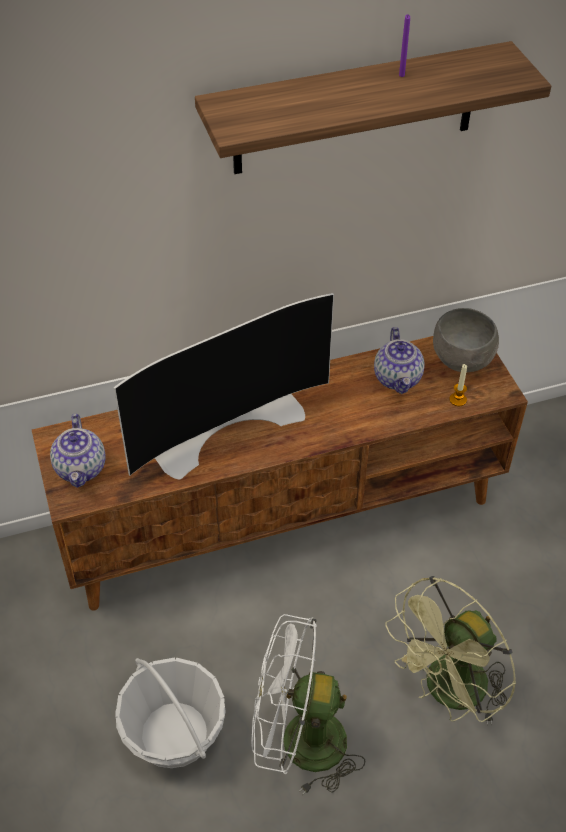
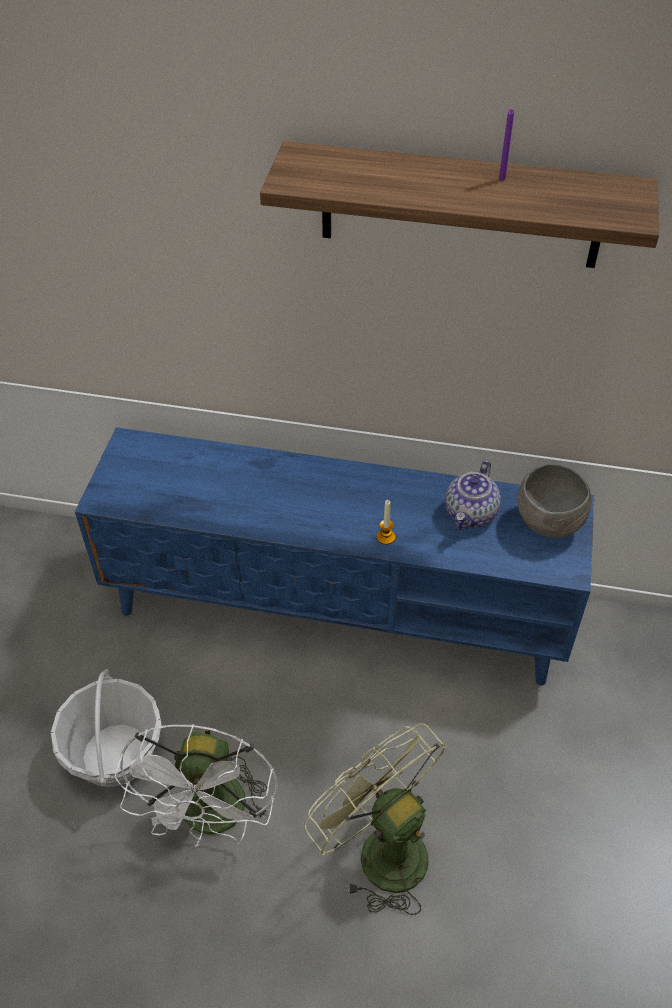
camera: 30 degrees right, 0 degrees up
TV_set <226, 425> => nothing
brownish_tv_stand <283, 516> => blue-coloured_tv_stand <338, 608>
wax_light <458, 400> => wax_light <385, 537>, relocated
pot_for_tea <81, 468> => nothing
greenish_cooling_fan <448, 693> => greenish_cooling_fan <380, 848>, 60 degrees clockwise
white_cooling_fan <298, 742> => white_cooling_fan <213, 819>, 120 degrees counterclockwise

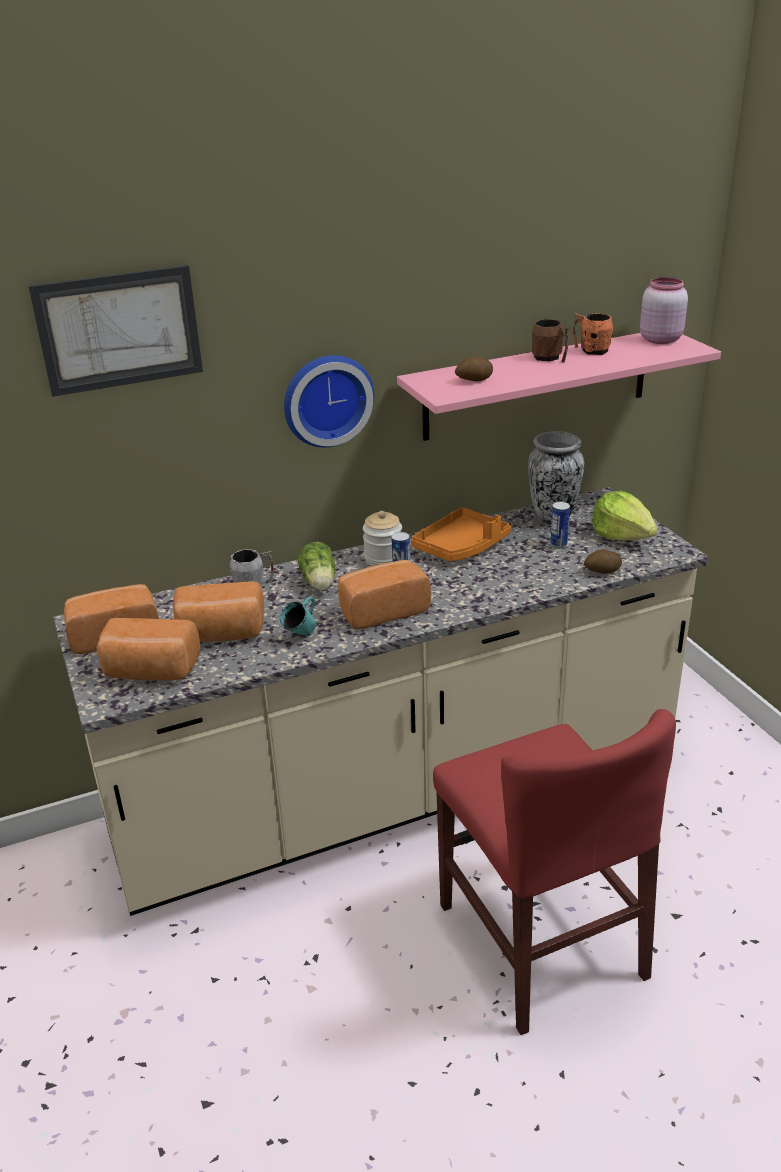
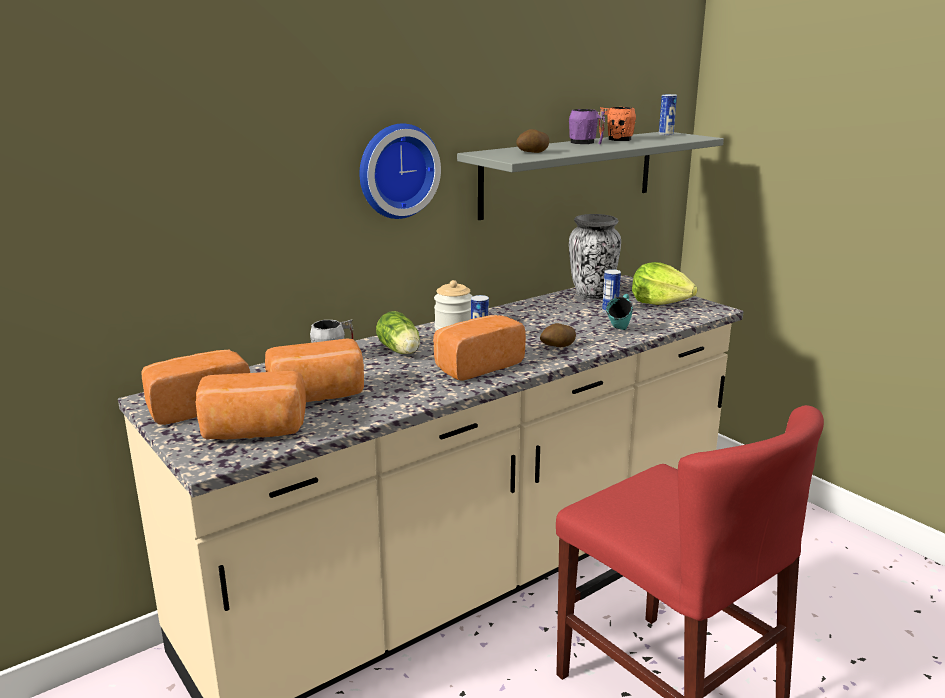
camera: 15 degrees left, 10 degrees down
wall_picture <119, 330> => nothing
pink_jar <659, 339> => sealed_can <666, 134>
brownish_coffee_mug <550, 358> => purple-coloured_coffee_mug <586, 143>
pink_bracket_shelf <537, 384> => gray_bracket_shelf <569, 173>
orangey_serving_tray <461, 546> => nothing
potato <602, 572> => potato <557, 346>, relocated
blue-green_coffee_mug <301, 637> => blue-green_coffee_mug <619, 331>, relocated

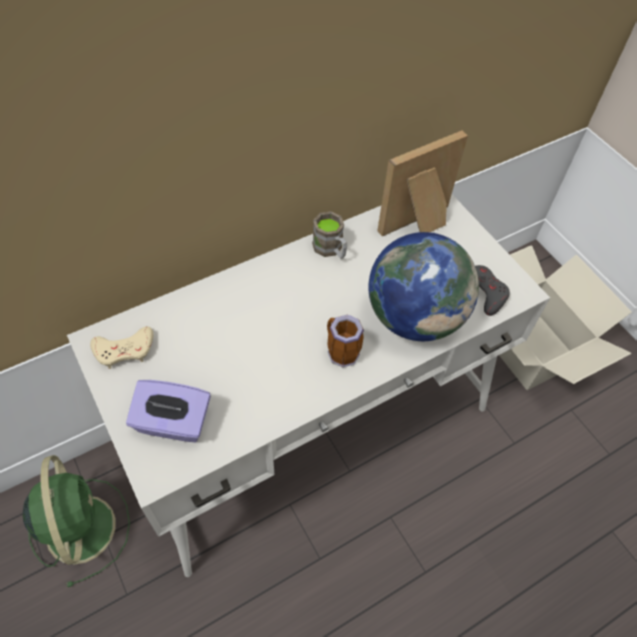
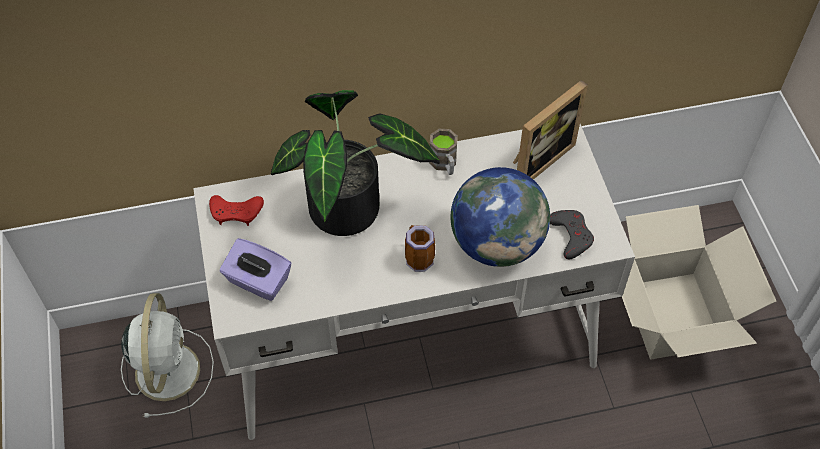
camera: 20 degrees right, 0 degrees up
photo_frame <419, 225> => photo_frame <538, 159>, 150 degrees clockwise
beige_gamepad <124, 350> => red-coloured_gamepad <236, 212>
greenish_cooling_fan <80, 526> => white_cooling_fan <168, 368>
nothing => potted_plant <352, 212>

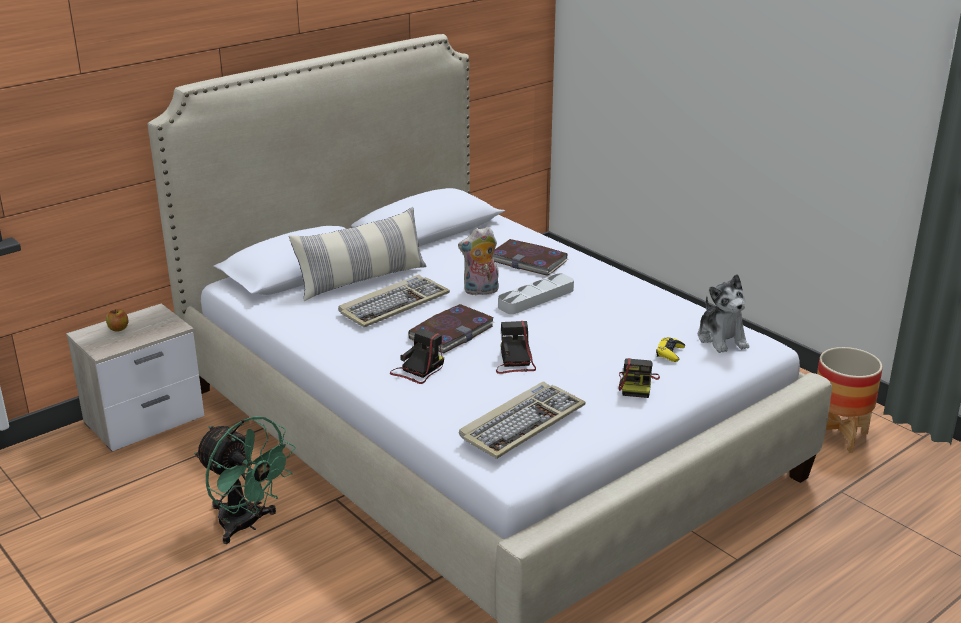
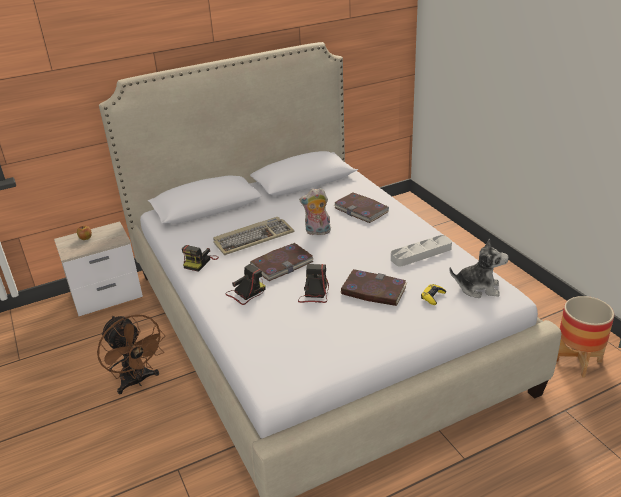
camera: 15 degrees right, 5 degrees up
throw_pillow <362, 280> => nothing
gray_serving_tray <536, 298> => gray_serving_tray <421, 254>, relocated
cuddly_toy <721, 338> => cuddly_toy <478, 288>, 75 degrees counterclockwise
still_camera <637, 385> => still_camera <200, 262>, relocated
PC_keyboard <522, 423> => nothing
greenish_cooling_fan <246, 525> => brownish_cooling_fan <137, 381>
nothing => book <373, 290>

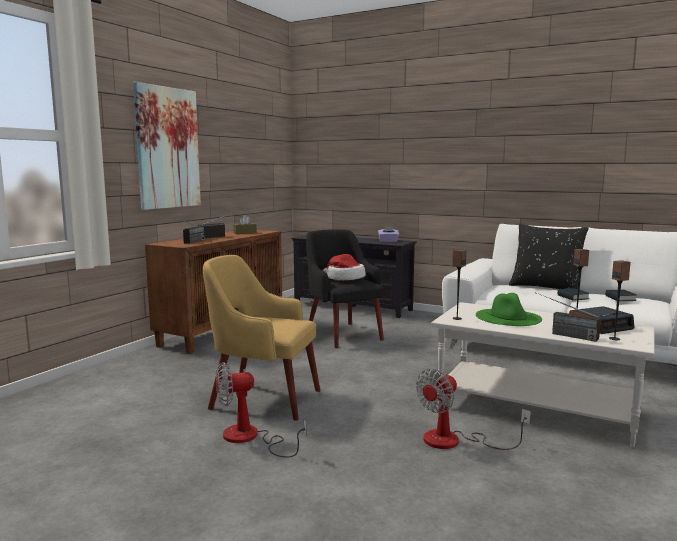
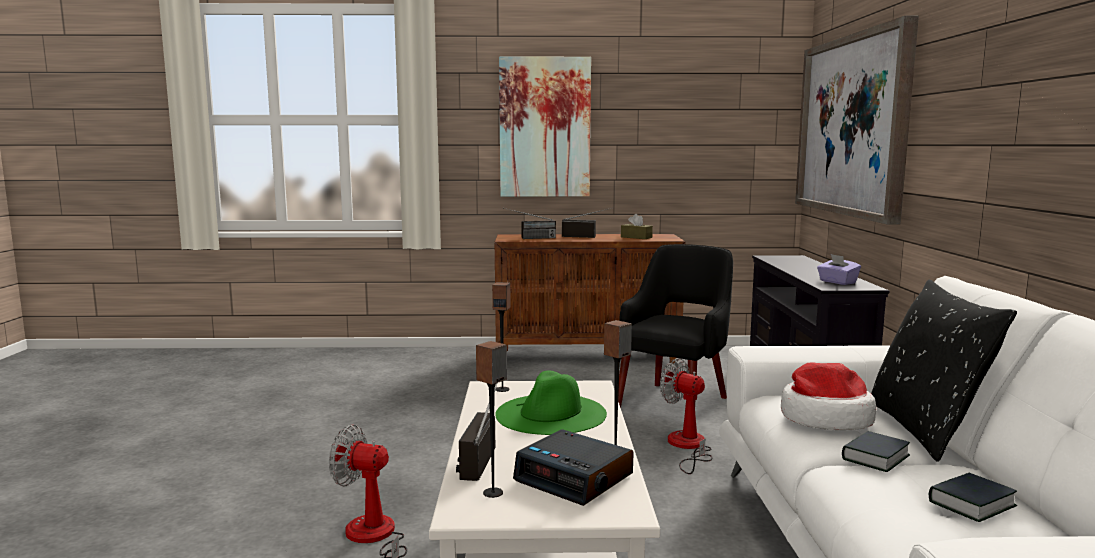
camera: 60 degrees right, 0 degrees up
clothing_hat <344, 278> => clothing_hat <824, 418>, relocated
yellow-coloured_armchair <262, 399> => nothing
cooling_fan <250, 438> => cooling_fan <687, 447>, relocated
nothing => wall_picture <852, 126>

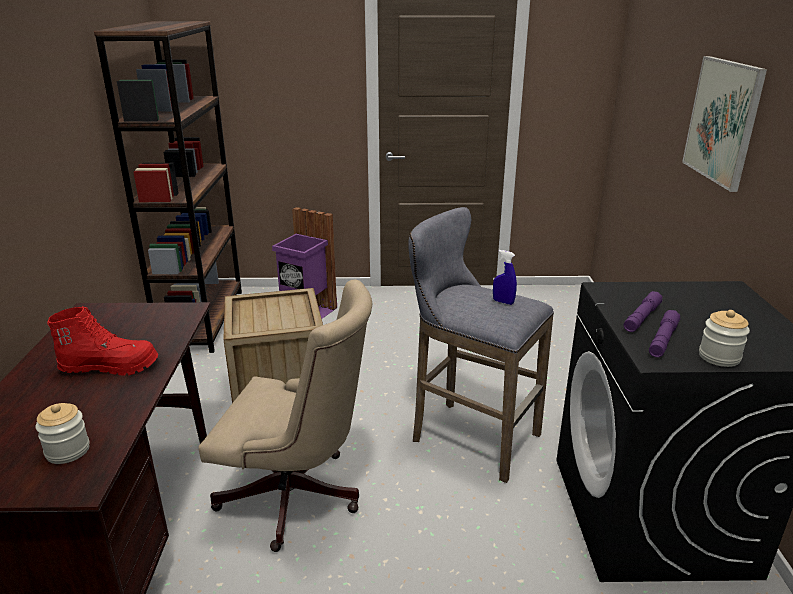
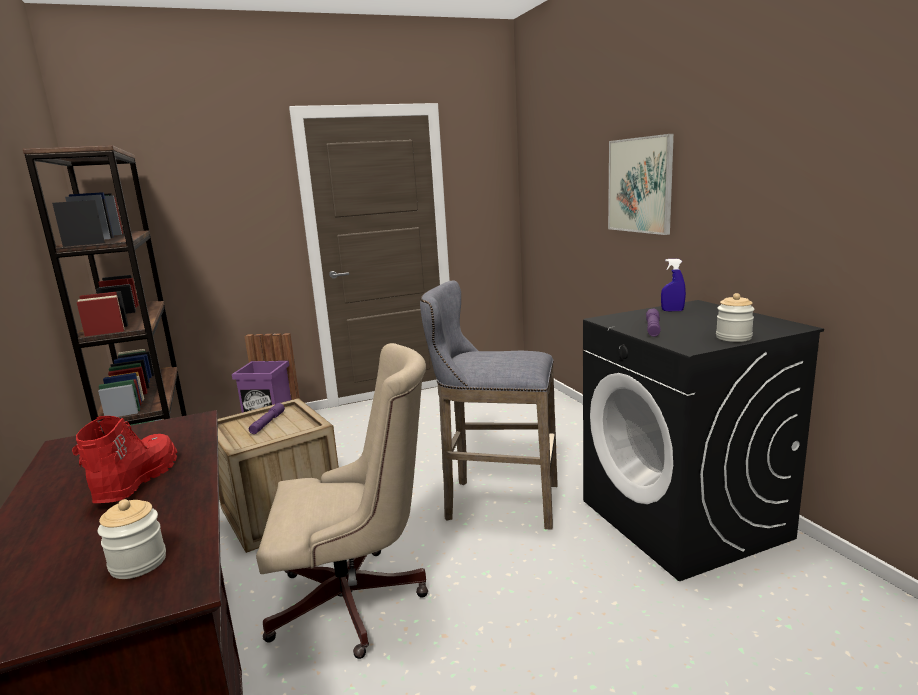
camera: 20 degrees left, 10 degrees down
blue-coloured_sprayer <503, 302> => blue-coloured_sprayer <672, 310>, relocated
red-coloured_tall_boot <110, 366> => red-coloured_tall_boot <136, 481>, 60 degrees counterclockwise
purple-coloured_hand_torch <663, 340> => purple-coloured_hand_torch <267, 423>, relocated

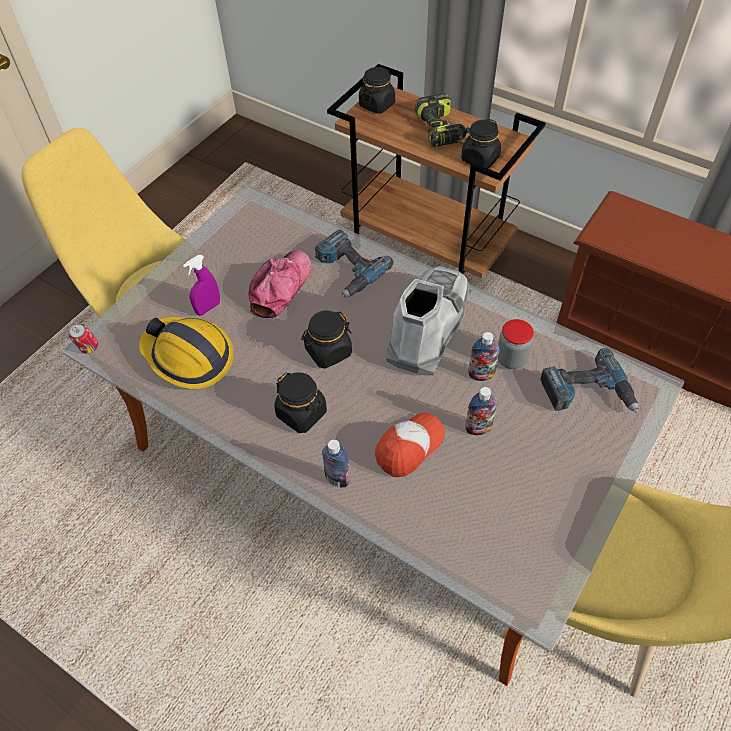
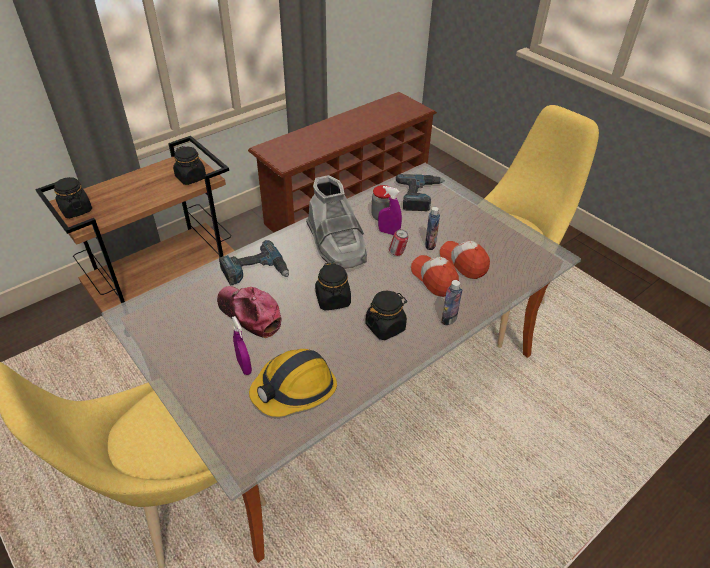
camera: 75 degrees left, 10 degrees down
drill <441, 130> => nothing
gray_tall_boot <428, 327> => gray_tall_boot <336, 244>, 150 degrees counterclockwise
sealed_can <89, 349> => sealed_can <397, 253>, relocated
drink_bottle <481, 375> => purple-coloured_sprayer <388, 232>
nothing => cap <464, 262>

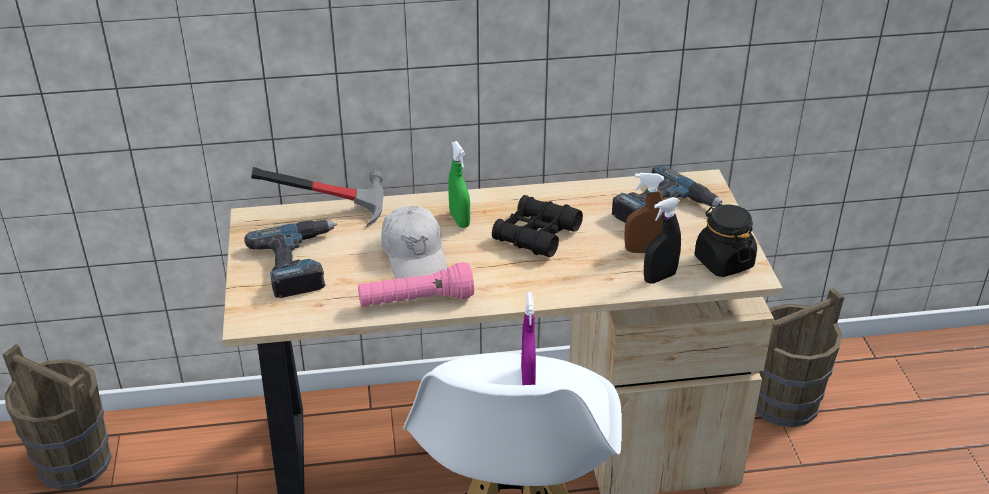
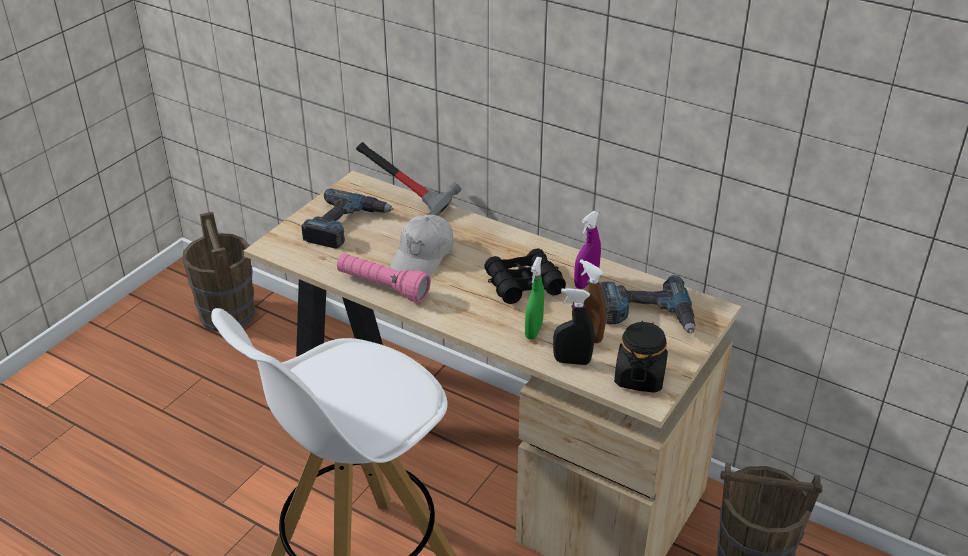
camera: 40 degrees right, 0 degrees up
greenish_sprayer <459, 220> => greenish_sprayer <533, 331>, relocated
purple-coloured_sprayer <528, 378> => purple-coloured_sprayer <586, 282>, relocated

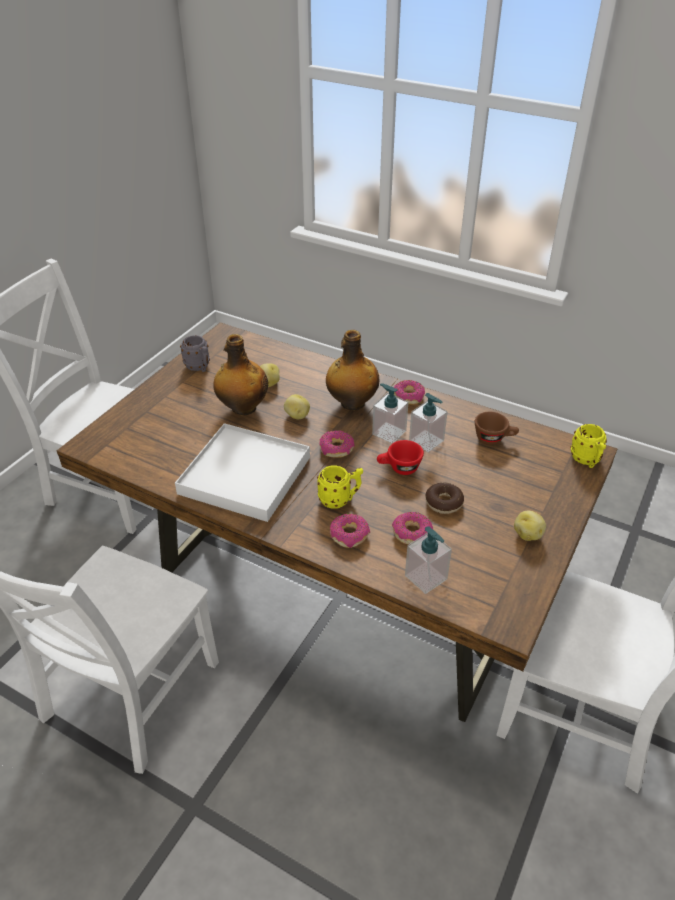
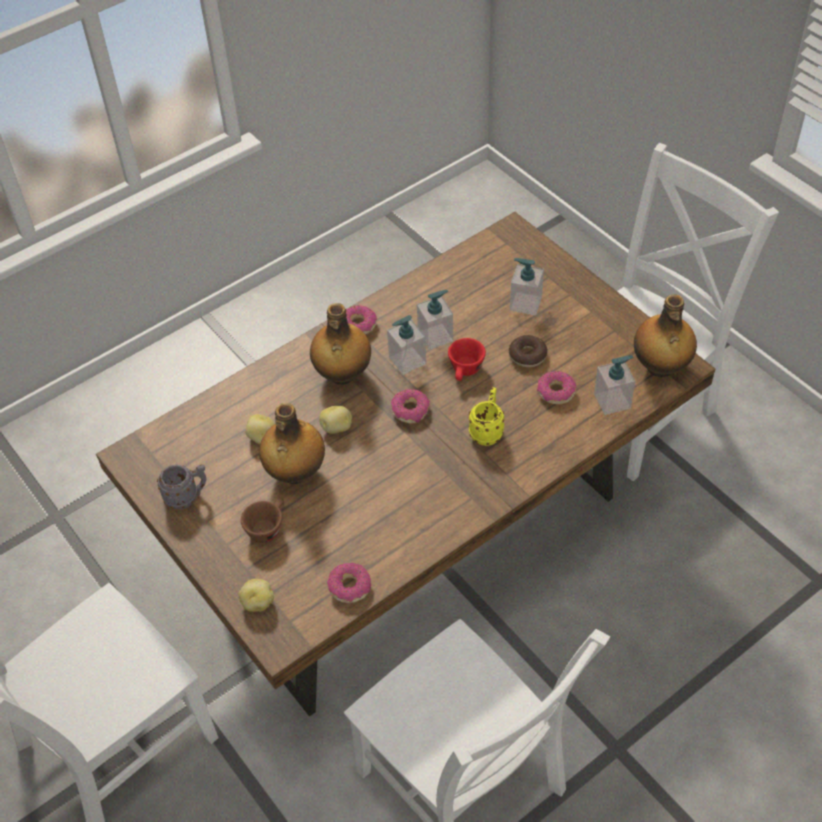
camera: 65 degrees left, 10 degrees up
brownish_small_cup <494, 438> => brownish_small_cup <267, 527>, relocated
white_serving_tray <245, 475> => nothing
yellow-coloured_coffee_mug <586, 461> => nothing
potato <528, 534> => potato <257, 602>, relocated
ring_doughnut <349, 535> => ring_doughnut <349, 586>, relocated
nothing => liquid_soap_bottle <525, 303>
nothing => drink_bottle <660, 367>

